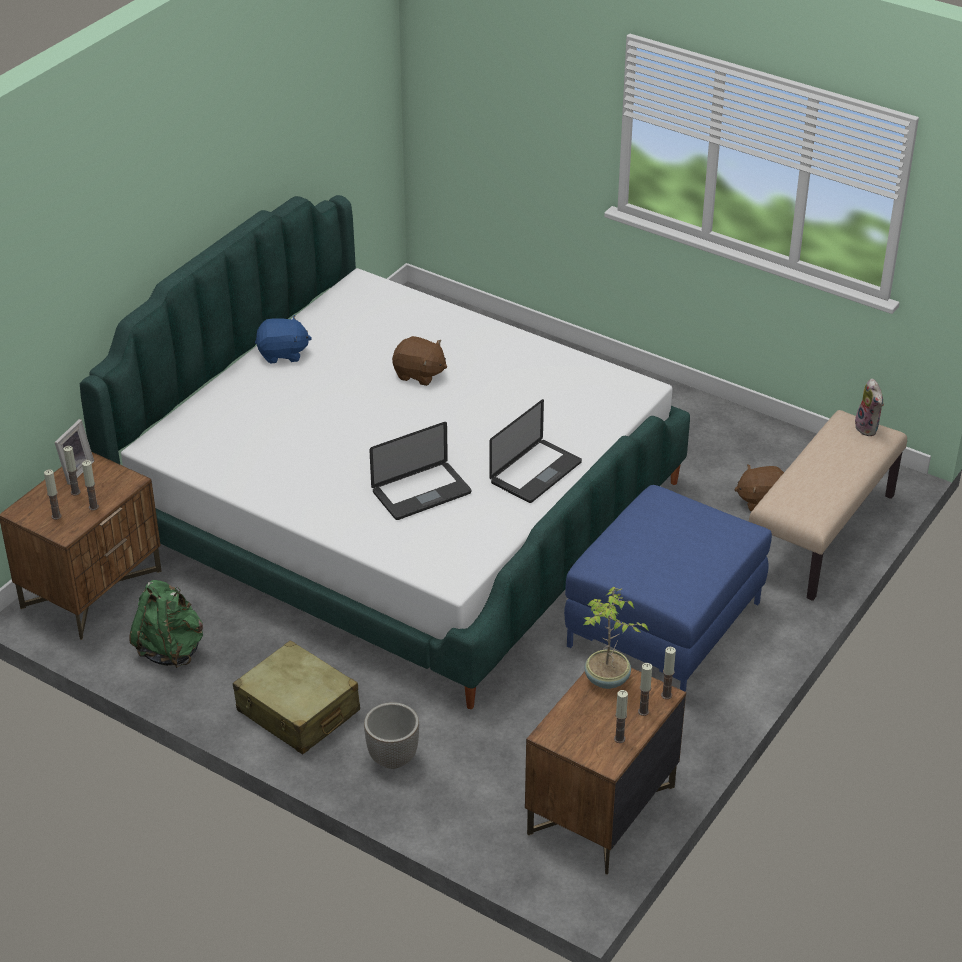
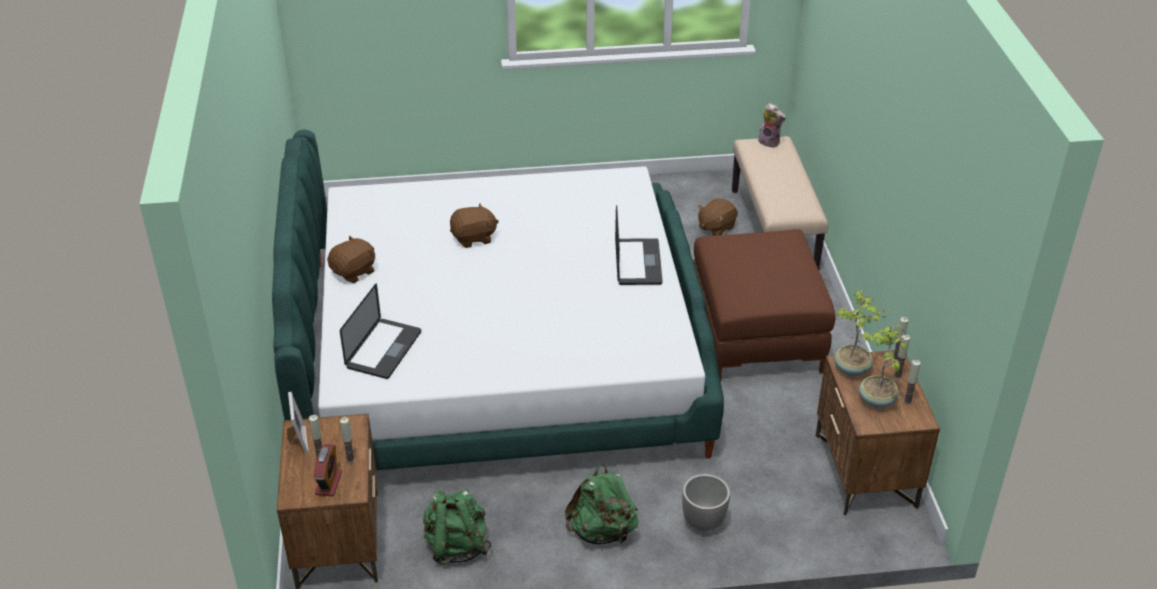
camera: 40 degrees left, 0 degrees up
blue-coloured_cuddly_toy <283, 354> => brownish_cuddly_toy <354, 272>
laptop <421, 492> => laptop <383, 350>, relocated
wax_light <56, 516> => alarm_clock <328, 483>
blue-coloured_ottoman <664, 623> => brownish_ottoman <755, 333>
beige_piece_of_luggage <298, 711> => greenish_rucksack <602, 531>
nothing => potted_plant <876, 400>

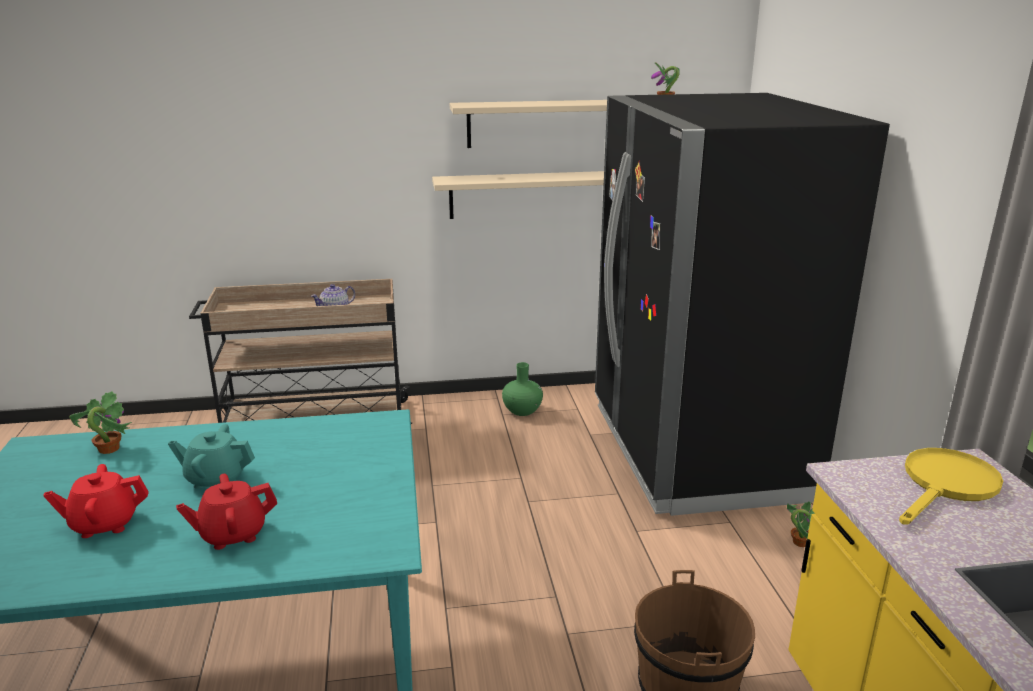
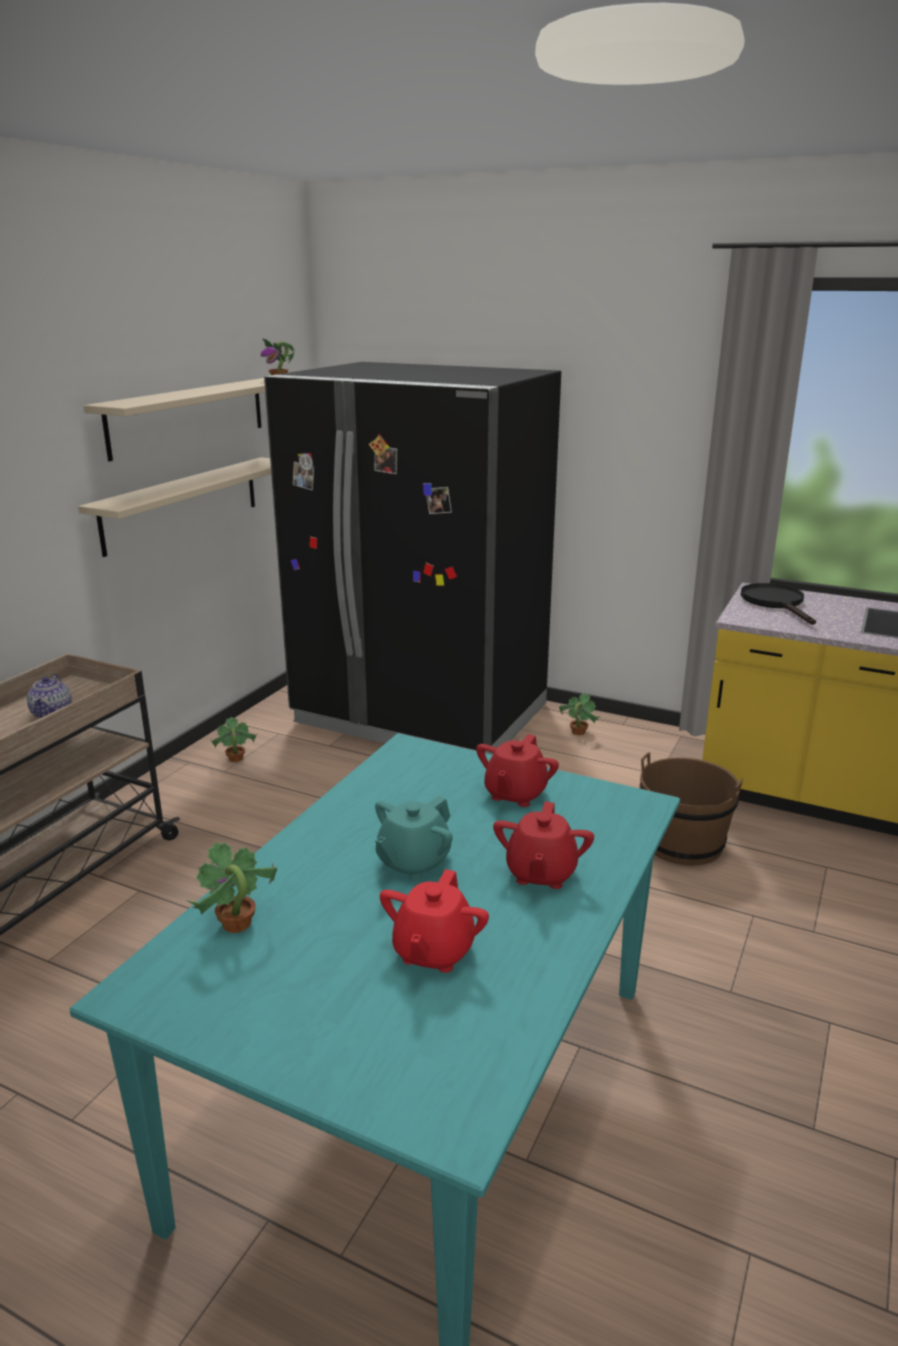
camera: 55 degrees left, 0 degrees up
greenish_flower_vase <522, 411> => potted_plant <235, 759>
yellow-coloured_frying_pan <946, 486> => black-coloured_frying_pan <776, 603>
nothing => red-coloured_pot_for_tea <515, 794>

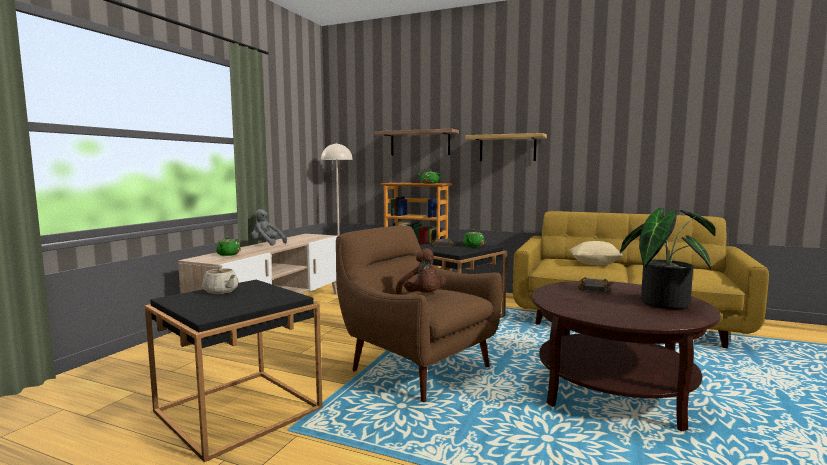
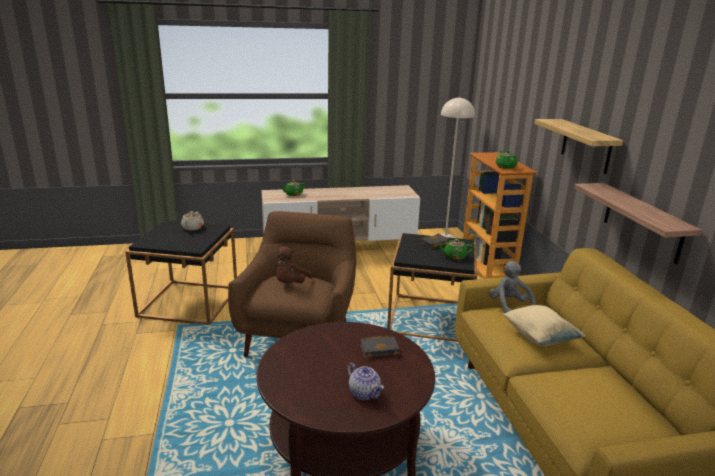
camera: 55 degrees right, 15 degrees up
bracket_shelf <420, 143> => bracket_shelf <642, 222>, relocated
potted_plant <662, 302> => pot_for_tea <365, 393>
gray_cuddly_toy <266, 244> => gray_cuddly_toy <509, 306>, relocated

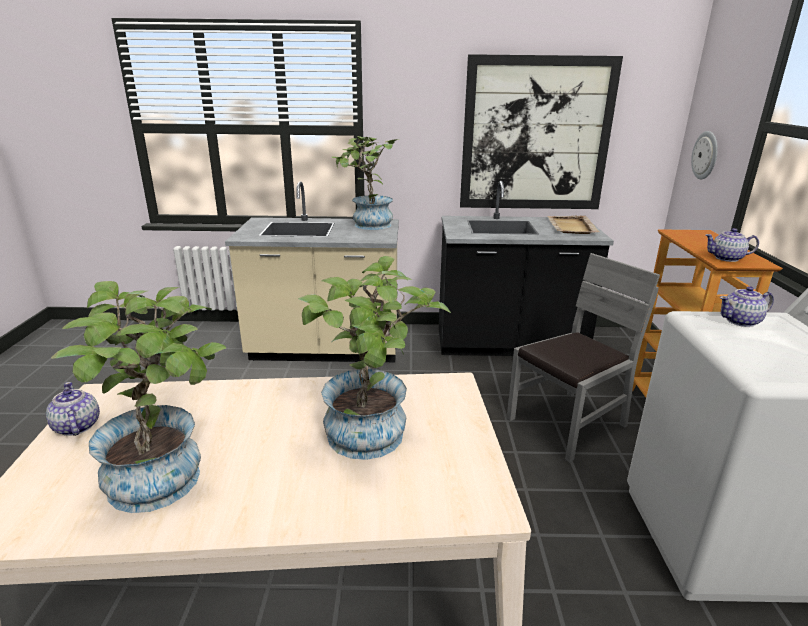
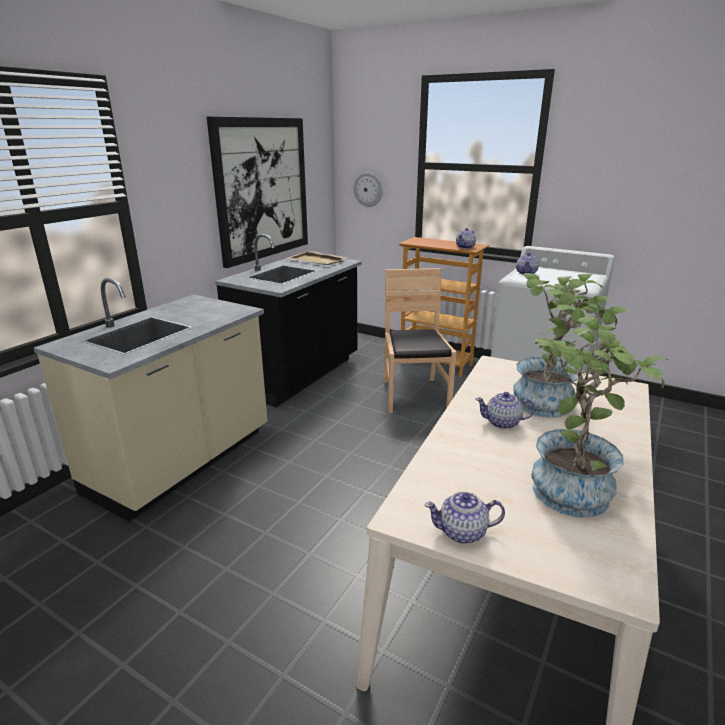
camera: 60 degrees left, 0 degrees up
potted_plant <368, 226> => nothing
gray_plain_chair <567, 423> => brownish_plain_chair <414, 395>
nothing => pot_for_tea <503, 423>

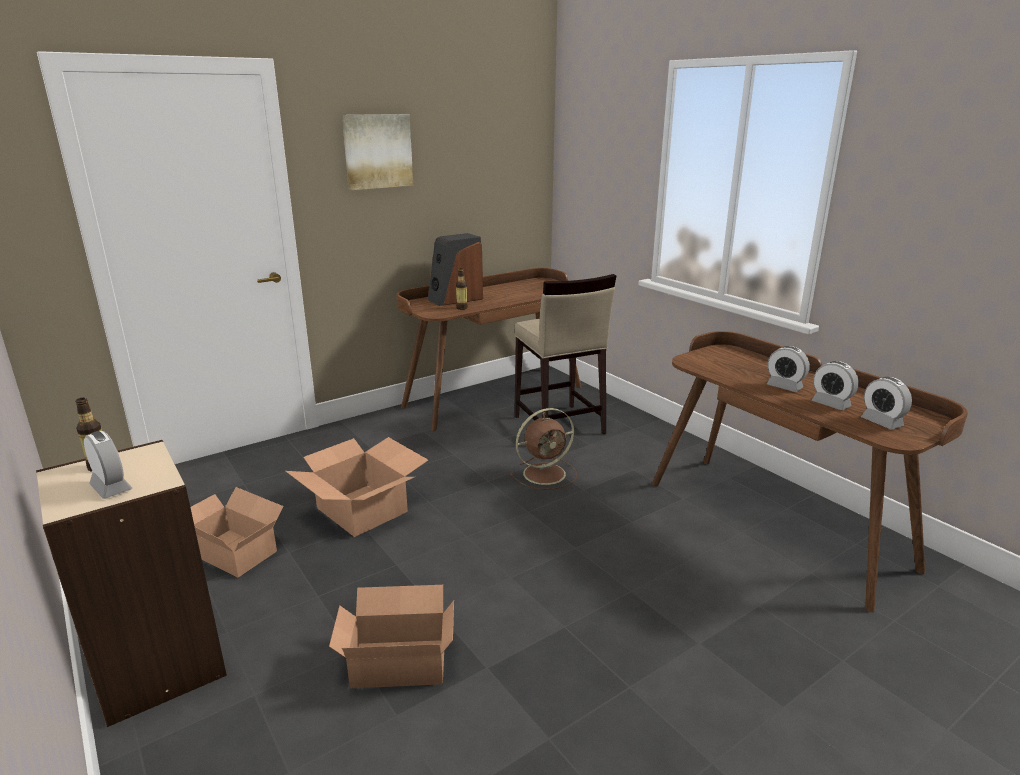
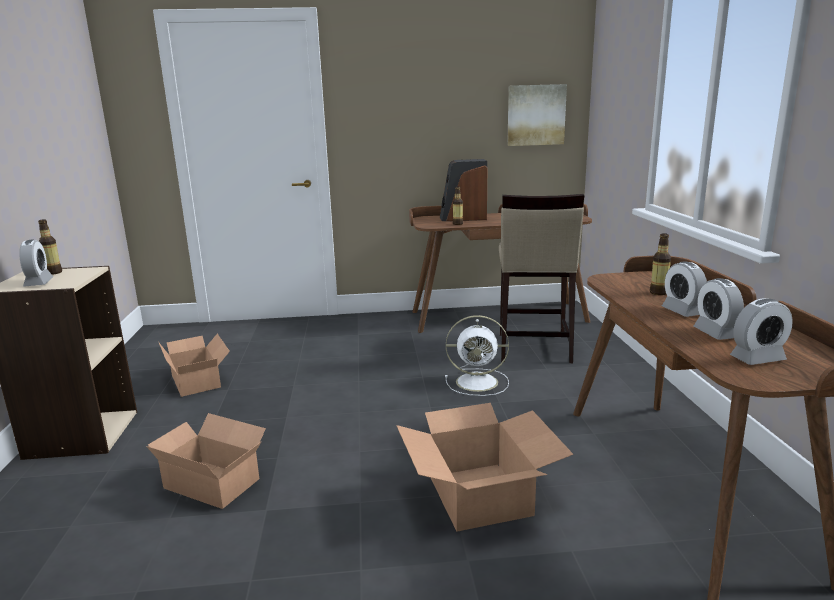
camera: 30 degrees right, 5 degrees down
wall_picture <377, 151> => wall_picture <535, 115>, relocated
alarm_clock <881, 422> => alarm_clock <757, 358>, 105 degrees counterclockwise
brownish_cooling_fan <546, 473> => white_cooling_fan <479, 382>
packing_box <362, 509> => packing_box <480, 495>, relocated
nothing => drink_bottle <658, 293>

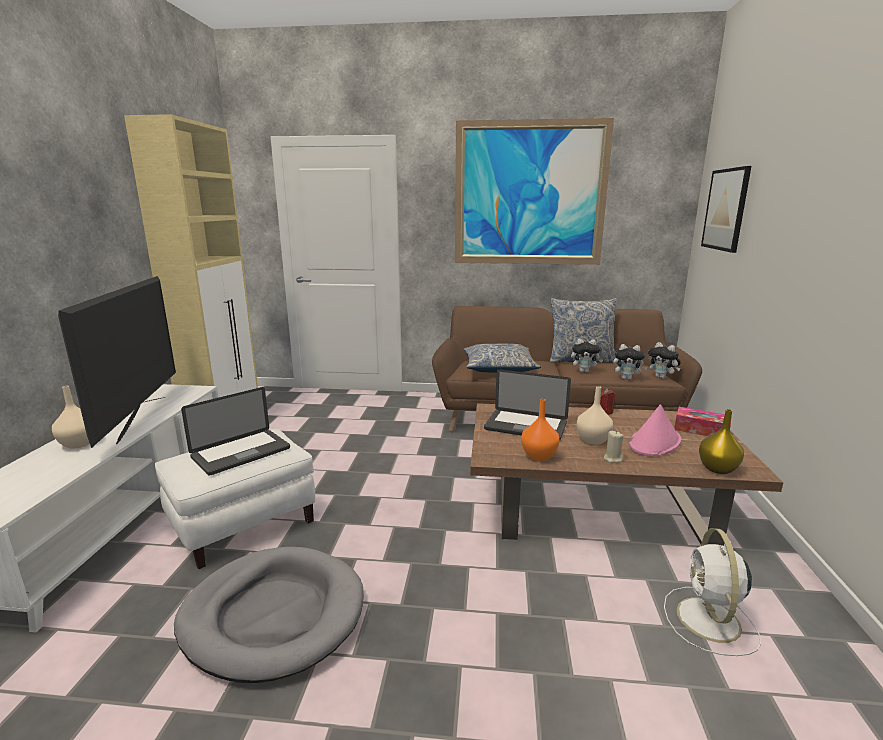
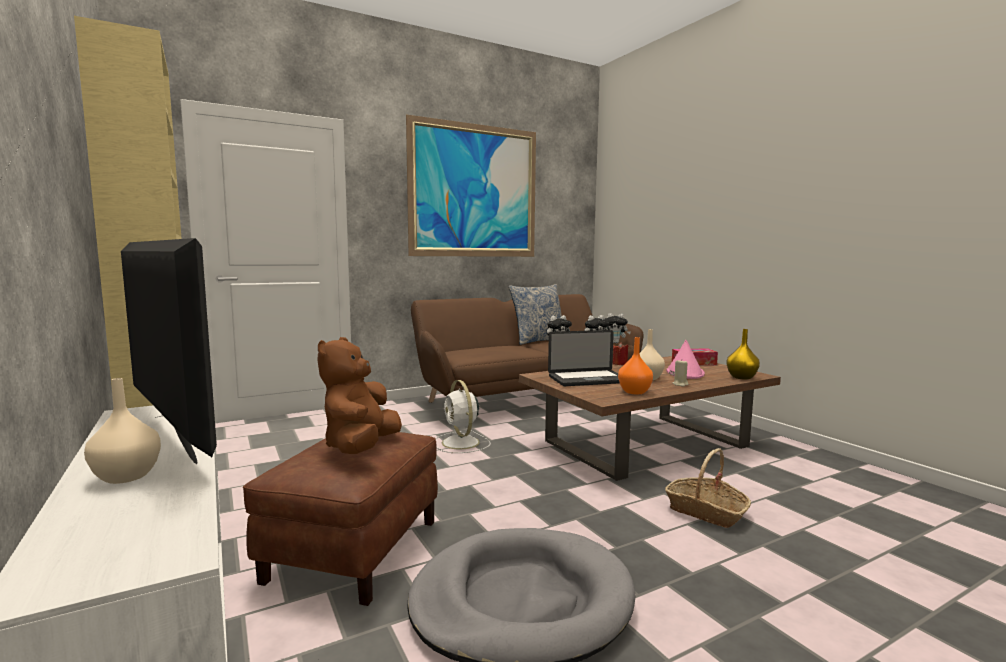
camera: 35 degrees left, 10 degrees down
wall_picture <726, 209> => nothing
throw_pillow <499, 368> => nothing
laptop <241, 453> => brownish_cuddly_toy <361, 447>
white_ottoman <244, 523> => brownish_ottoman <354, 549>
white_cooling_fan <709, 621> => white_cooling_fan <461, 443>, relocated
nothing => household_basket <706, 511>

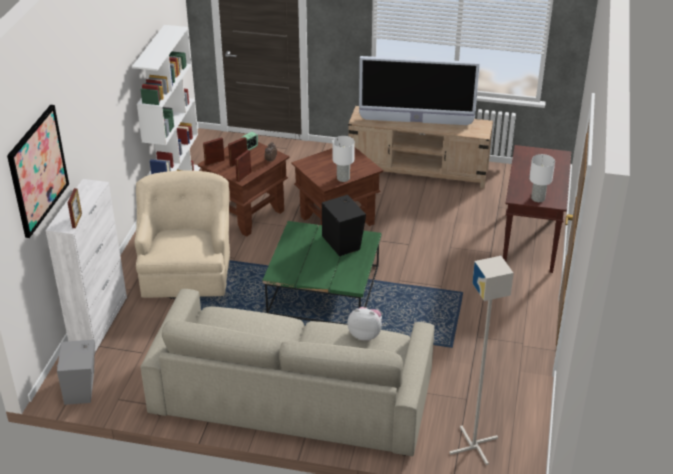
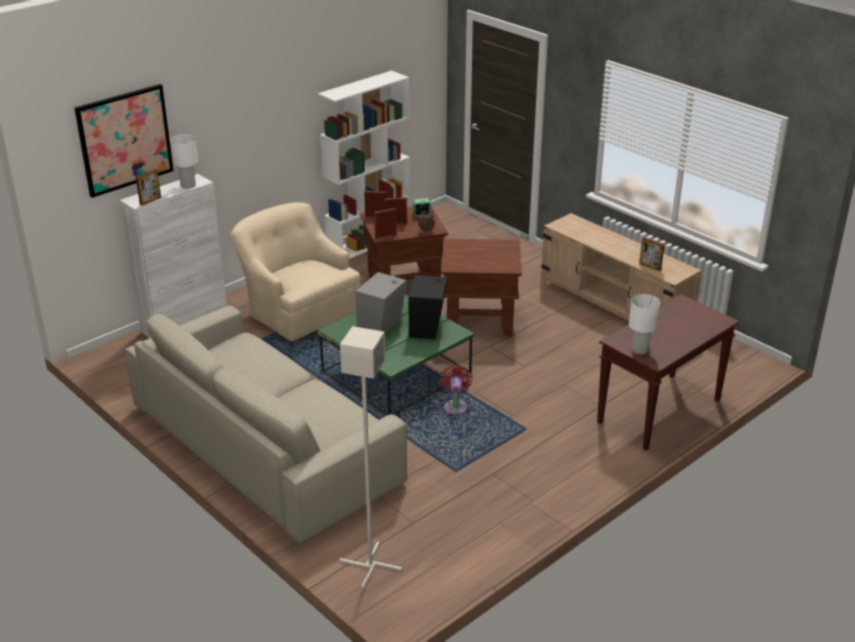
camera: 35 degrees right, 5 degrees down
TV_set <416, 121> => nothing
white_table_lamp <343, 178> => white_table_lamp <188, 185>, relocated
beige_armchair <187, 271> => beige_armchair <298, 310>, 75 degrees counterclockwise
cuddly_toy <365, 334> => nothing
gray_audio_speaker <82, 388> => gray_audio_speaker <381, 325>, relocated
nothing => photo_frame <650, 267>
nothing => red-coloured_cooling_fan <455, 406>

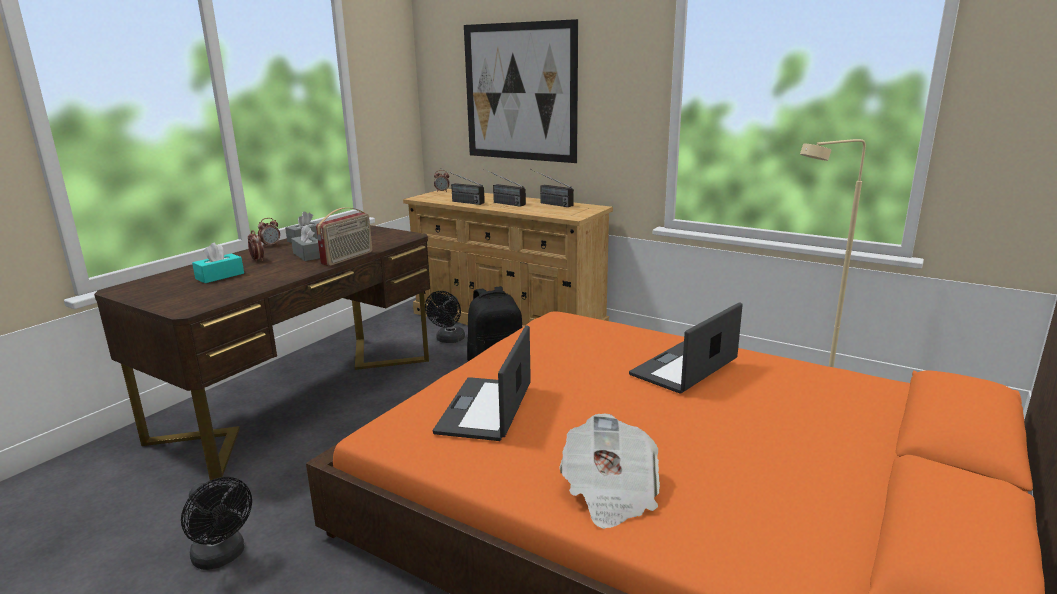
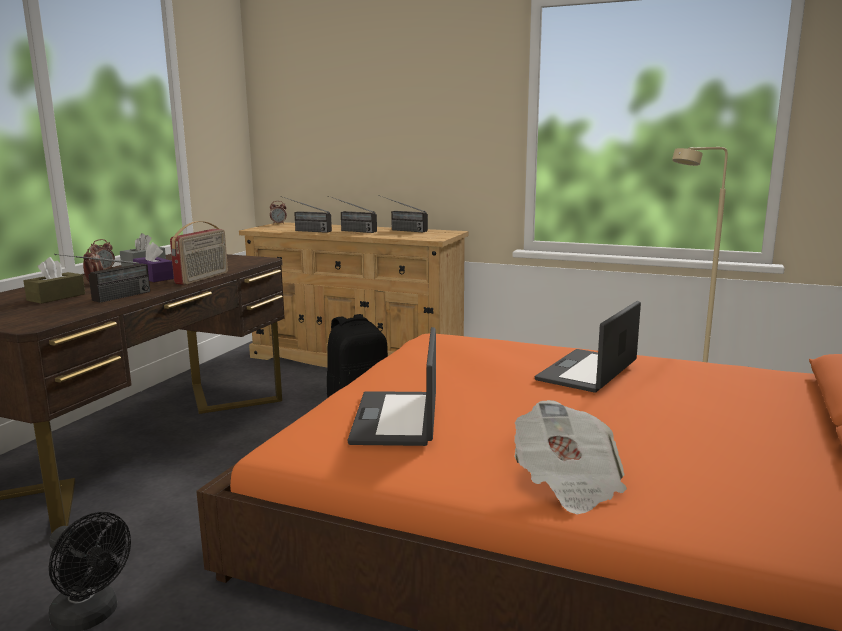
camera: 10 degrees left, 5 degrees down
wall_picture <520, 92> => nothing
gray_box_of_tissues <308, 255> => purple-coloured_box_of_tissues <154, 277>
blue-green_box_of_tissues <220, 276> => brownish_box_of_tissues <56, 297>
black-coloured_cooling_fan <448, 340> => nothing
nothing => radio <108, 299>

